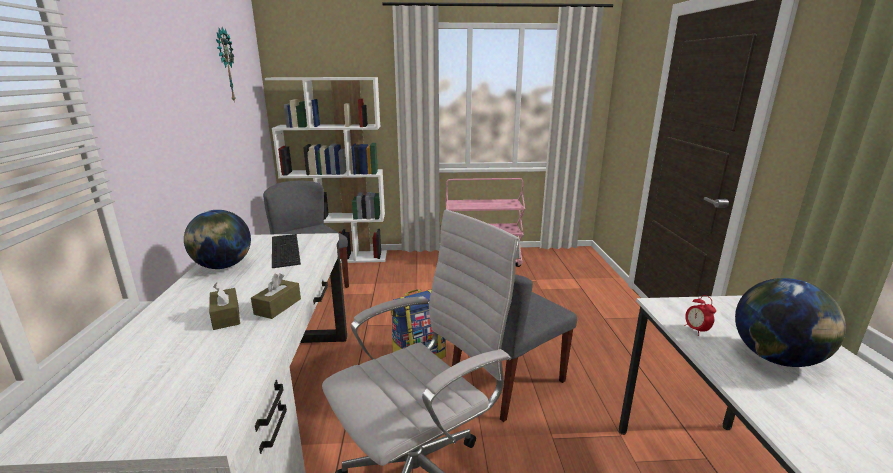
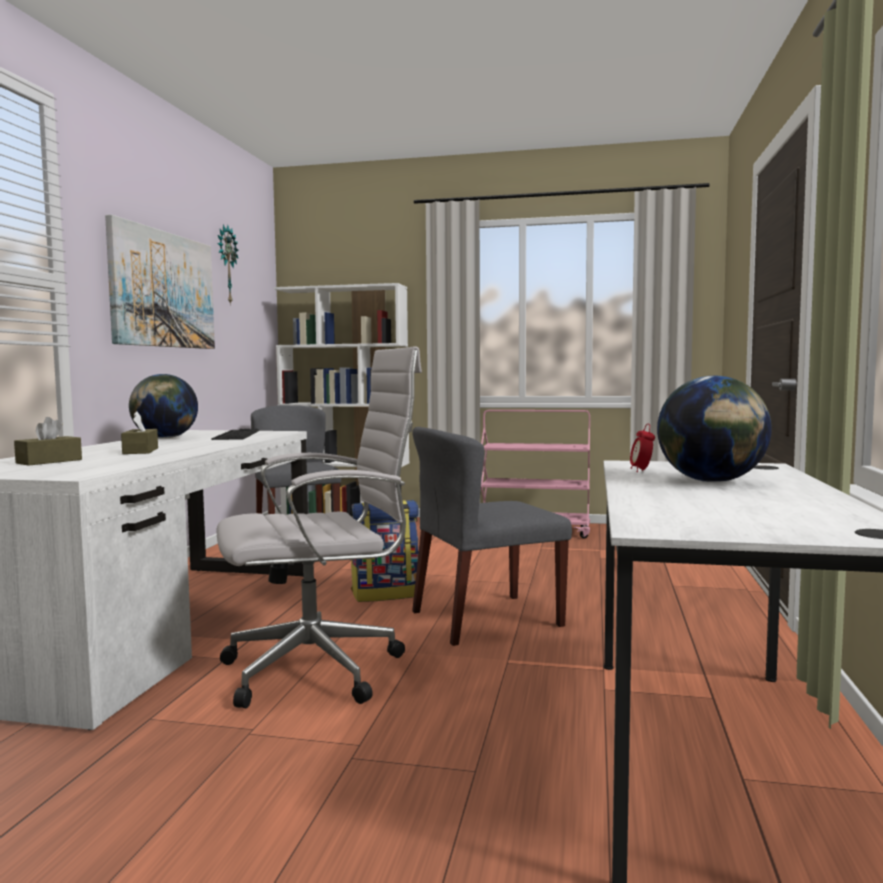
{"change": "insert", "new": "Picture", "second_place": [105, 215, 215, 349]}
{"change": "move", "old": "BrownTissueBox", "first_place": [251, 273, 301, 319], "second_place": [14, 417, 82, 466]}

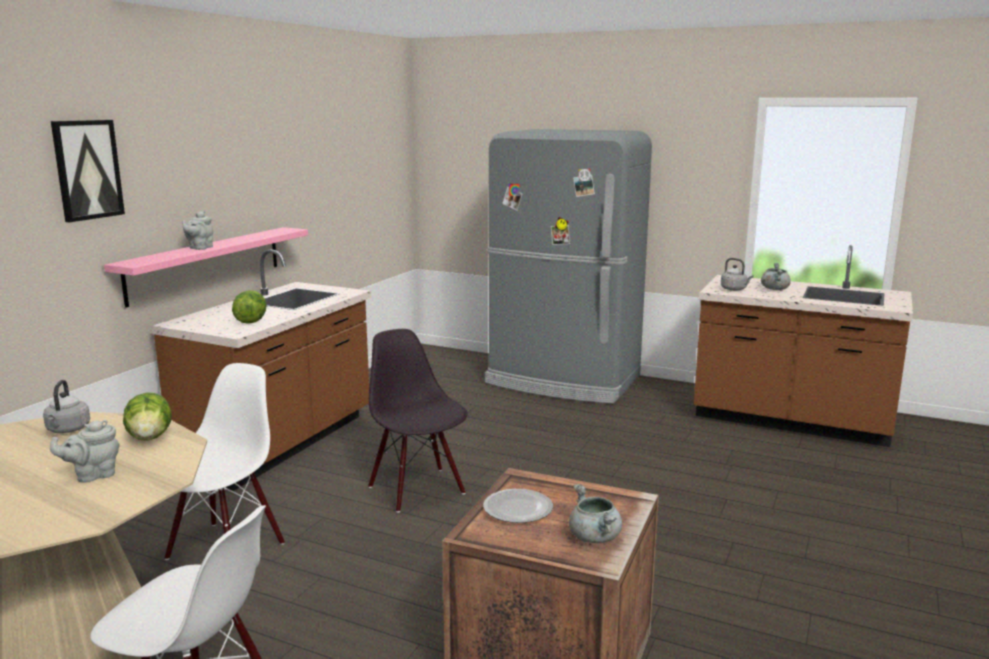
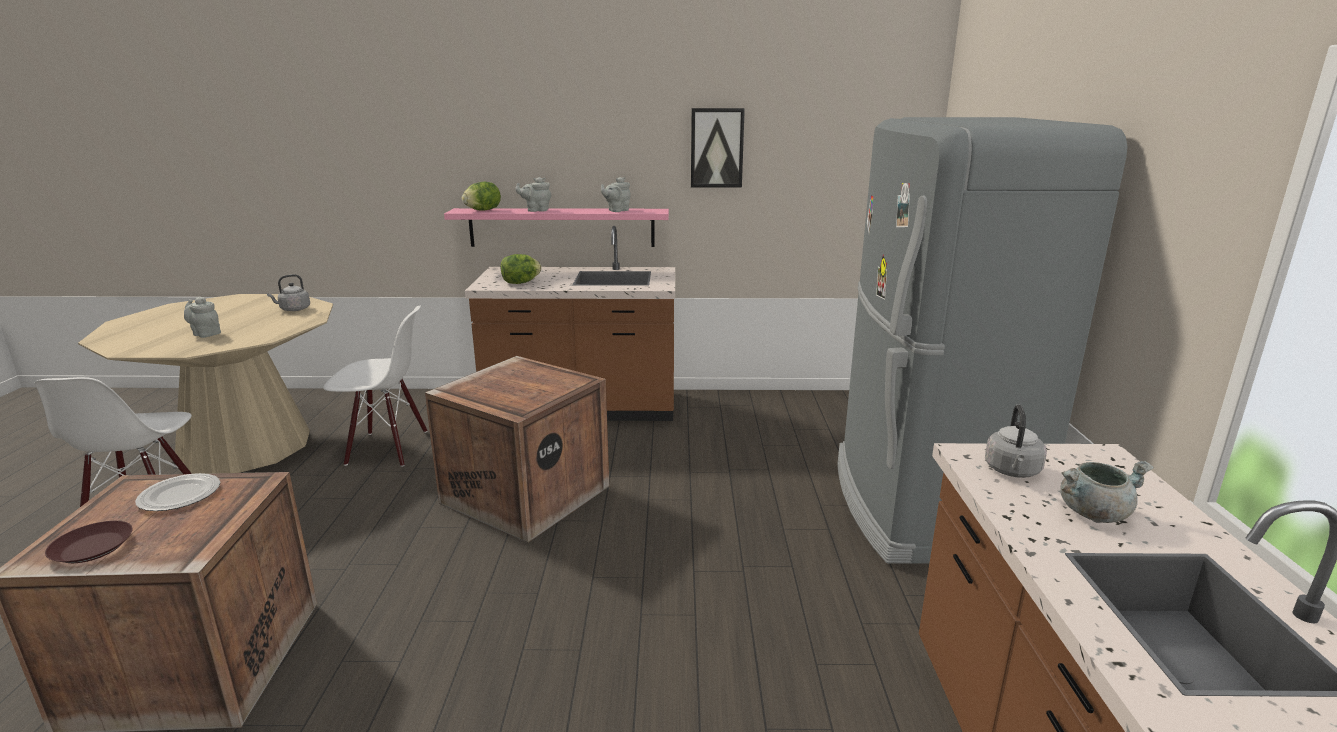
{"change": "insert", "new": "GreyTeapot", "second_place": [601, 177, 631, 212]}
{"change": "move", "old": "Picture", "first_place": [51, 120, 125, 222], "second_place": [691, 108, 745, 187]}
{"change": "move", "old": "Lettuce", "first_place": [123, 393, 172, 440], "second_place": [462, 182, 501, 211]}
{"change": "replace", "old": "BlackChair", "new": "Crate", "first_place": [368, 329, 468, 513], "second_place": [425, 356, 609, 543]}
{"change": "replace", "old": "GreyCookingPot", "new": "BrownPlate", "first_place": [569, 484, 622, 543], "second_place": [45, 521, 133, 563]}

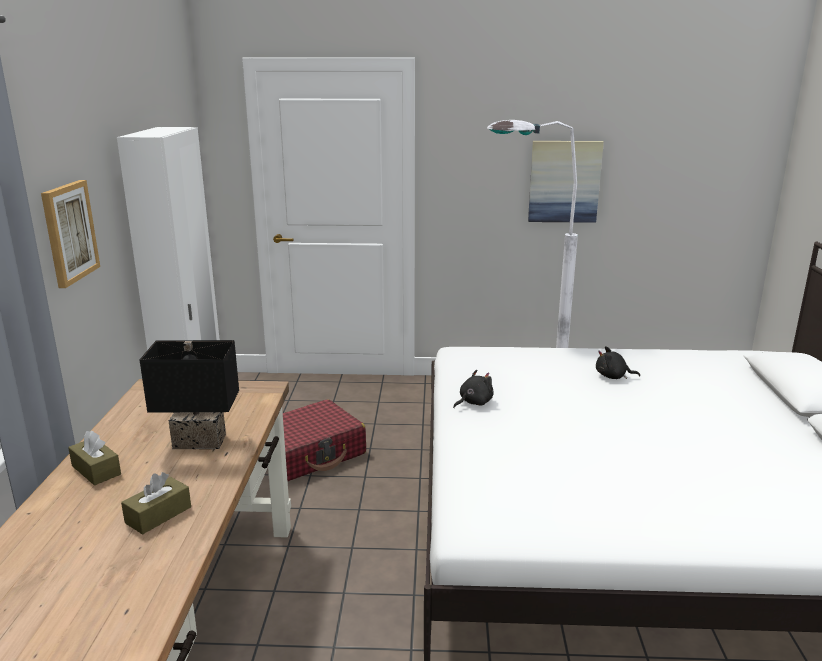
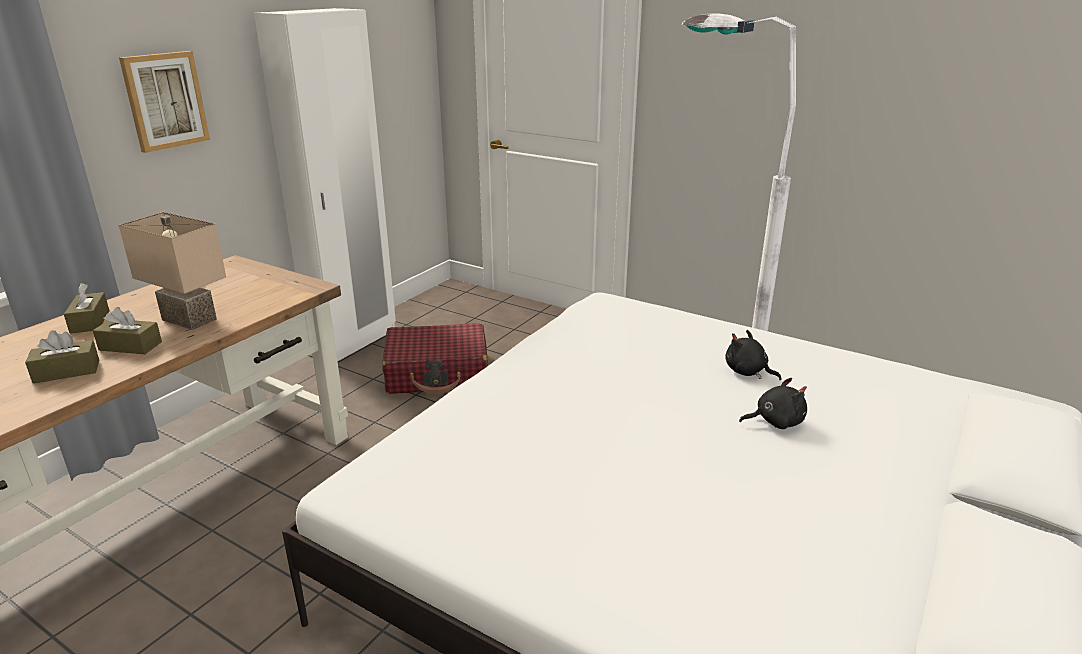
{"change": "delete", "old": "Picture", "first_place": [528, 141, 604, 223]}
{"change": "insert", "new": "BrownTissueBox", "second_place": [93, 307, 162, 354]}
{"change": "move", "old": "BlackPlushToy", "first_place": [453, 370, 493, 408], "second_place": [739, 378, 807, 429]}
{"change": "recolor", "old": "BlackTableLamp", "new": "BeigeTableLamp", "first_place": [140, 340, 239, 449], "second_place": [119, 212, 226, 330]}

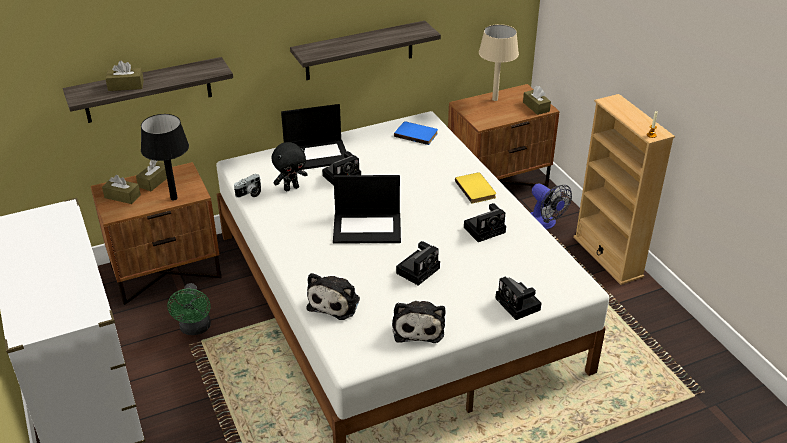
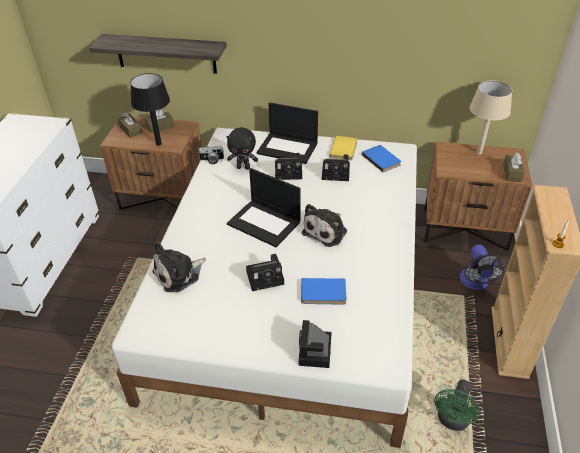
{"change": "delete", "old": "BrownTissueBox", "first_place": [105, 61, 144, 91]}
{"change": "delete", "old": "Shelf", "first_place": [290, 21, 441, 80]}
{"change": "insert", "new": "BlueBook", "second_place": [301, 278, 346, 305]}
{"change": "move", "old": "GreenFan", "first_place": [167, 283, 211, 335], "second_place": [434, 380, 480, 431]}
{"change": "move", "old": "PlushToy", "first_place": [392, 301, 445, 343], "second_place": [302, 204, 347, 247]}
{"change": "move", "old": "YellowBook", "first_place": [455, 172, 496, 204], "second_place": [329, 136, 357, 161]}
{"change": "move", "old": "PhotoCamera", "first_place": [464, 203, 506, 242], "second_place": [322, 154, 350, 181]}

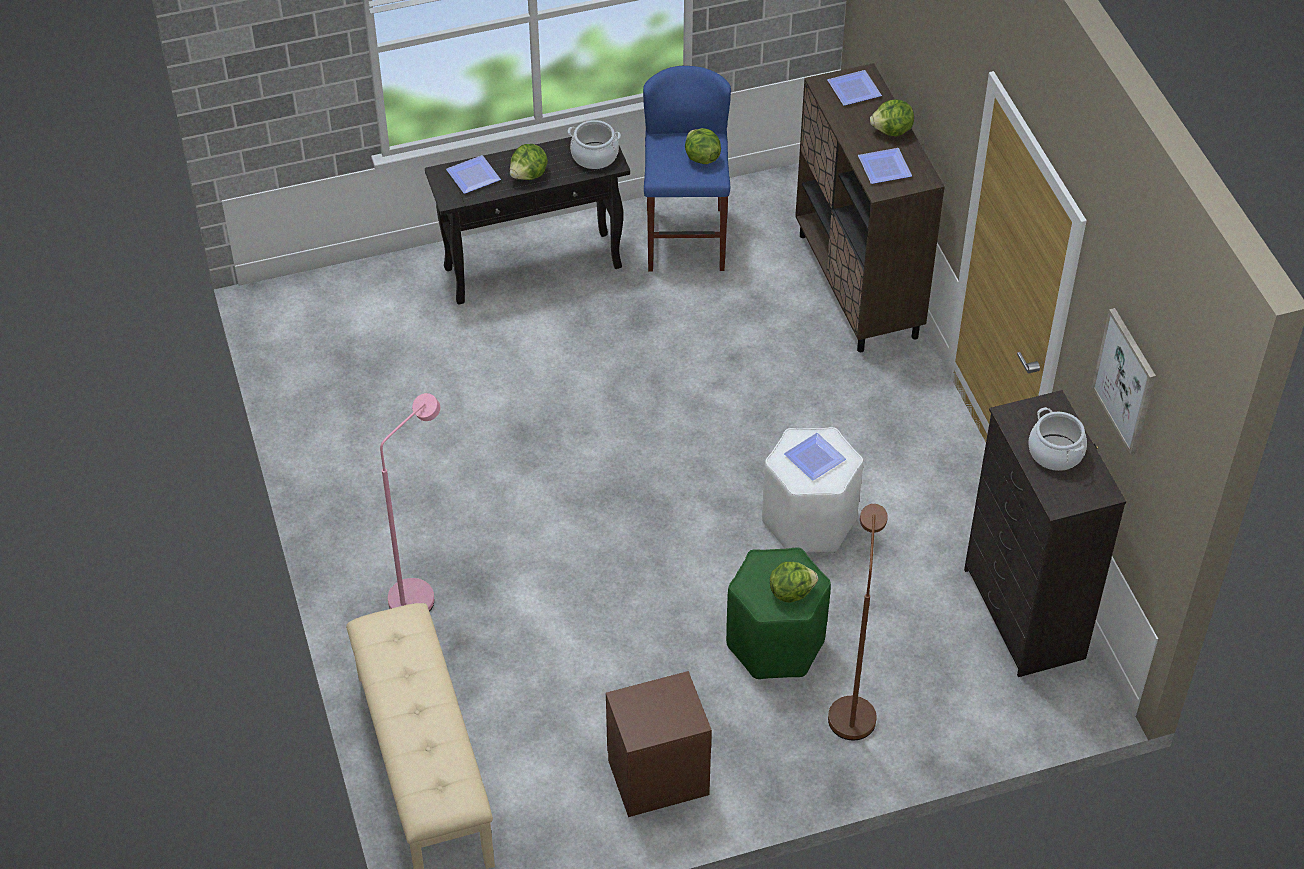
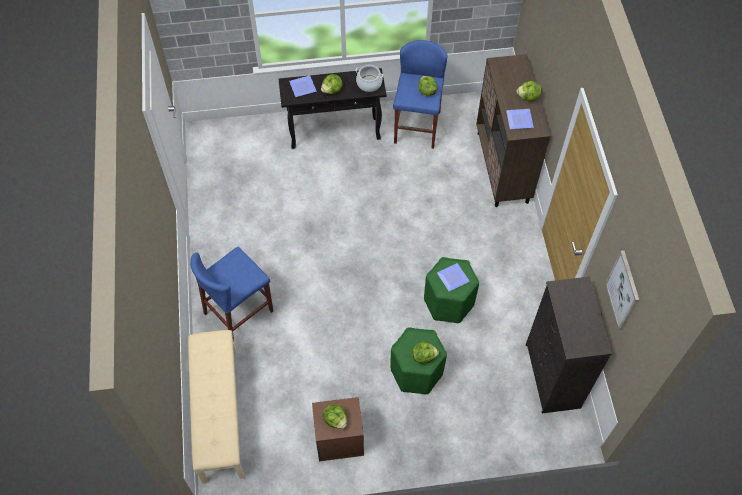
{"change": "delete", "old": "Plate", "first_place": [827, 70, 882, 106]}
{"change": "delete", "old": "BrownFloorLamp", "first_place": [828, 504, 888, 740]}
{"change": "delete", "old": "CookingPot", "first_place": [1028, 407, 1087, 471]}
{"change": "insert", "new": "Lettuce", "second_place": [323, 404, 347, 429]}
{"change": "replace", "old": "PinkFloorLamp", "new": "BlueStool", "first_place": [380, 393, 440, 612], "second_place": [190, 247, 273, 340]}
{"change": "recolor", "old": "WhiteStool", "new": "GreenStool", "first_place": [762, 427, 863, 553], "second_place": [424, 257, 479, 323]}

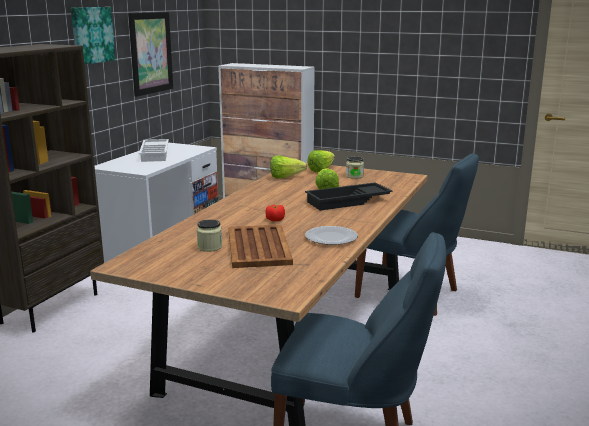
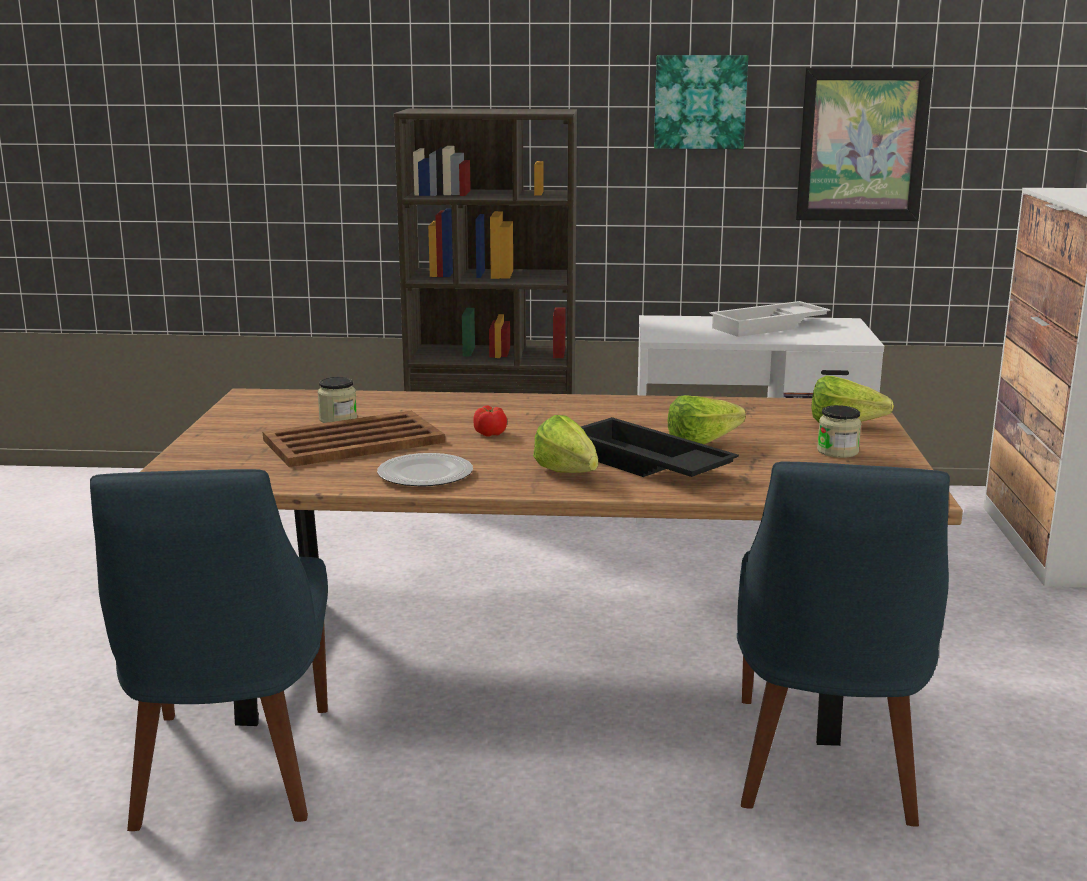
{"change": "move", "old": "Lettuce", "first_place": [270, 155, 307, 178], "second_place": [533, 415, 598, 473]}

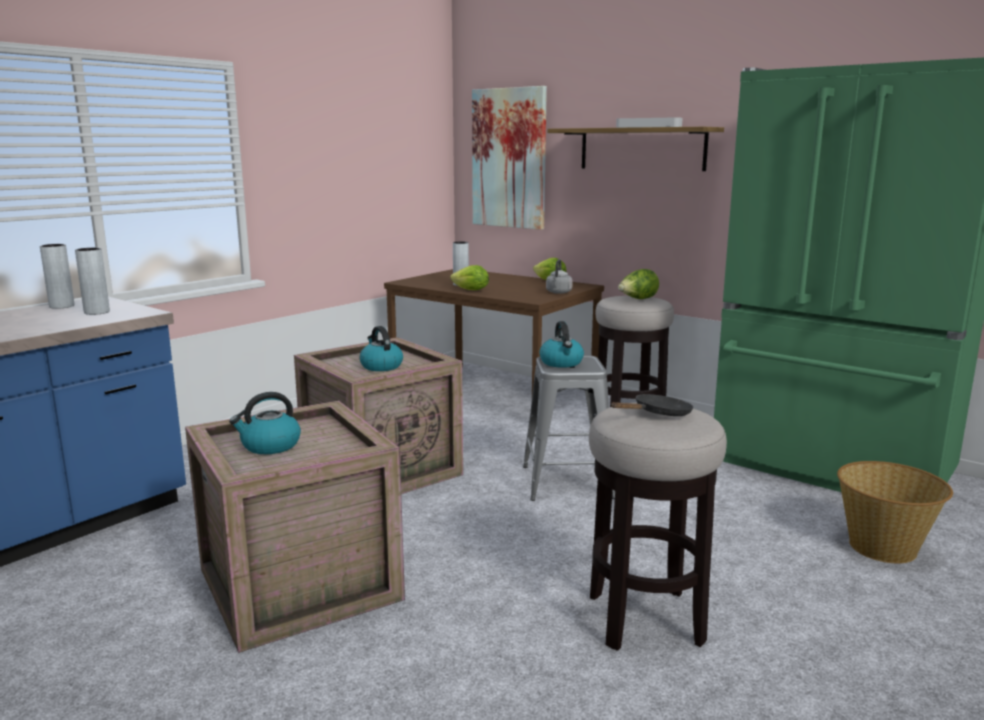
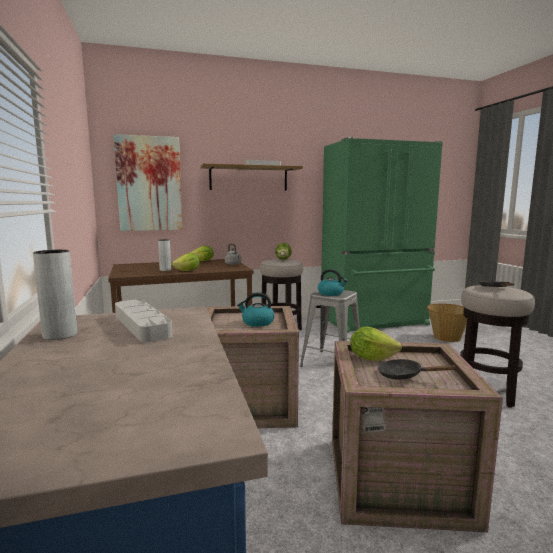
{"change": "insert", "new": "Lettuce", "second_place": [350, 327, 402, 361]}
{"change": "replace", "old": "GreyVase", "new": "GreyTray", "first_place": [75, 248, 110, 315], "second_place": [115, 299, 172, 342]}
{"change": "replace", "old": "Kettle", "new": "BlackFryingPan", "first_place": [229, 392, 301, 454], "second_place": [378, 359, 457, 380]}

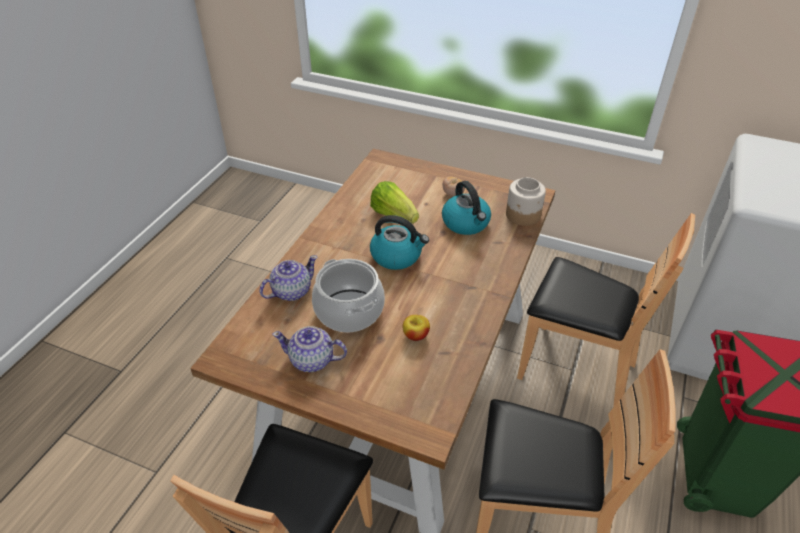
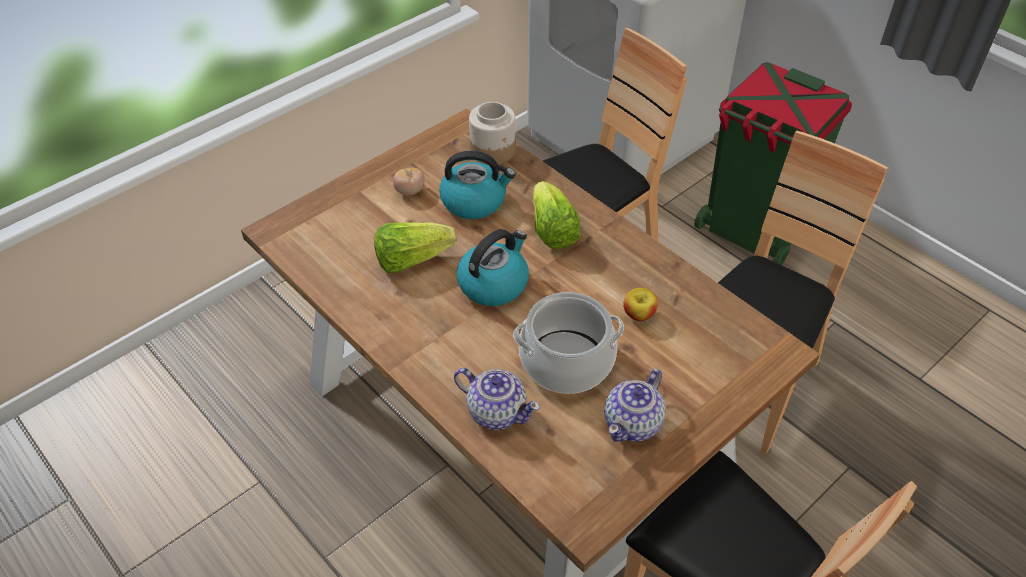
{"change": "insert", "new": "Lettuce", "second_place": [533, 181, 581, 249]}
{"change": "rotate", "old": "Teapot", "first_place": [259, 255, 318, 301], "second_place": [454, 368, 540, 430], "degrees": 135}

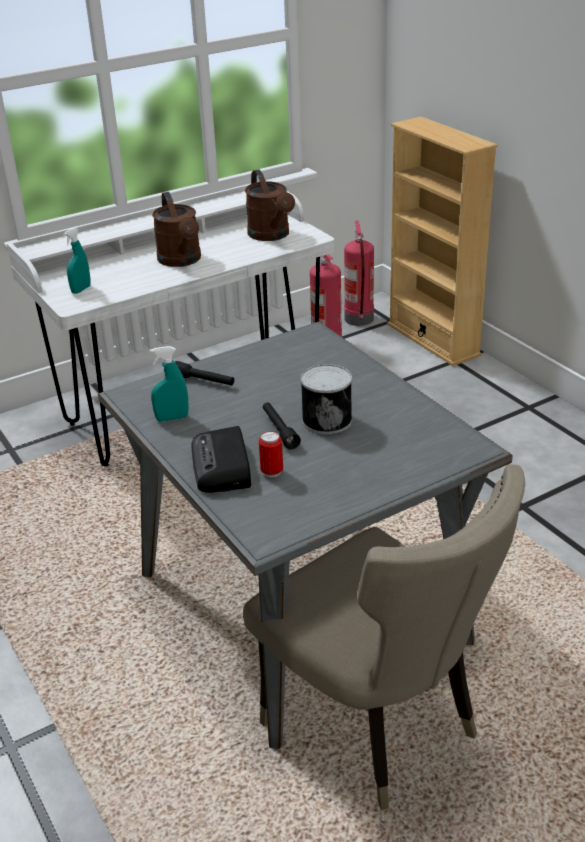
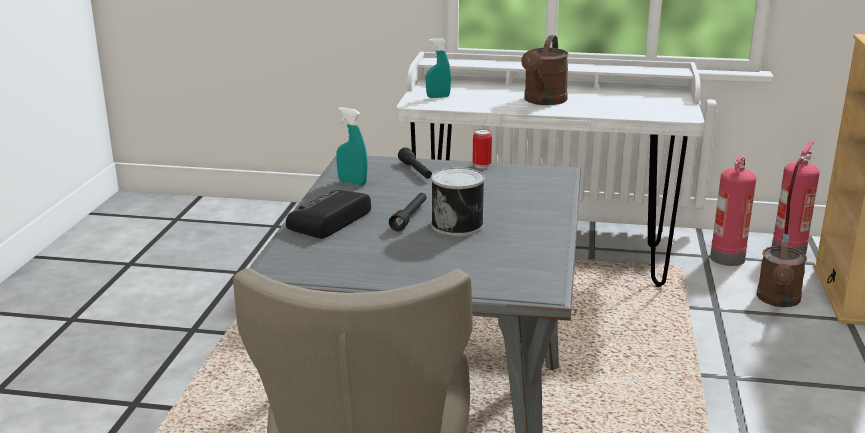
{"change": "move", "old": "BrownWateringCan", "first_place": [245, 170, 295, 241], "second_place": [757, 234, 807, 307]}
{"change": "move", "old": "Can", "first_place": [259, 431, 283, 478], "second_place": [472, 129, 492, 169]}

